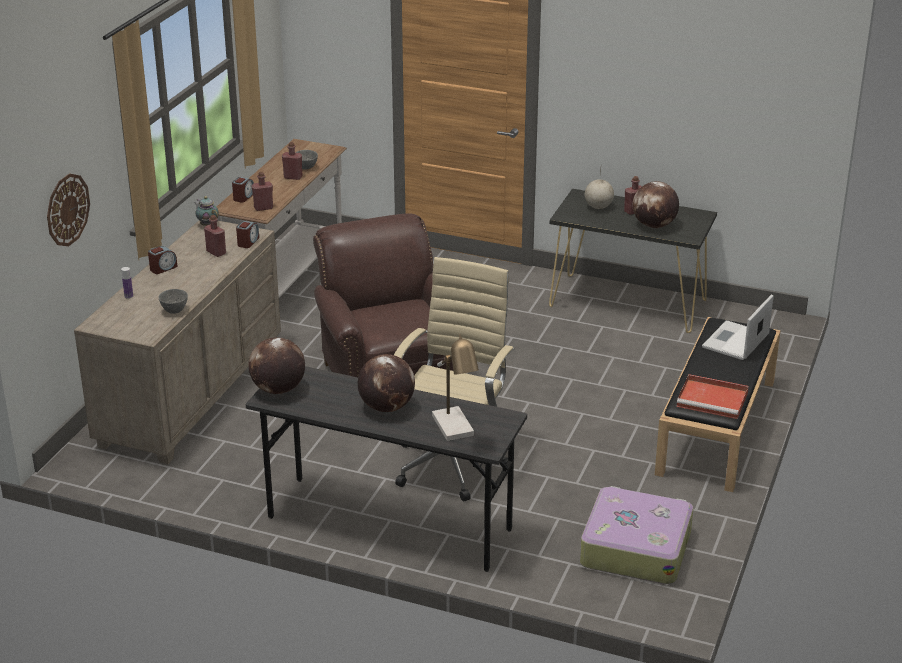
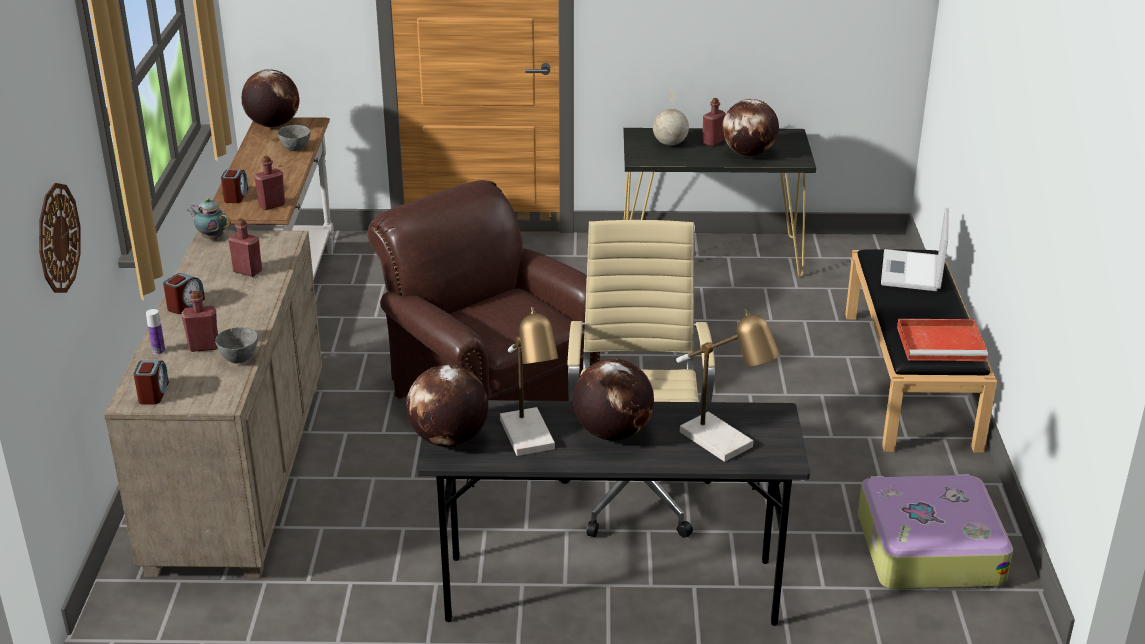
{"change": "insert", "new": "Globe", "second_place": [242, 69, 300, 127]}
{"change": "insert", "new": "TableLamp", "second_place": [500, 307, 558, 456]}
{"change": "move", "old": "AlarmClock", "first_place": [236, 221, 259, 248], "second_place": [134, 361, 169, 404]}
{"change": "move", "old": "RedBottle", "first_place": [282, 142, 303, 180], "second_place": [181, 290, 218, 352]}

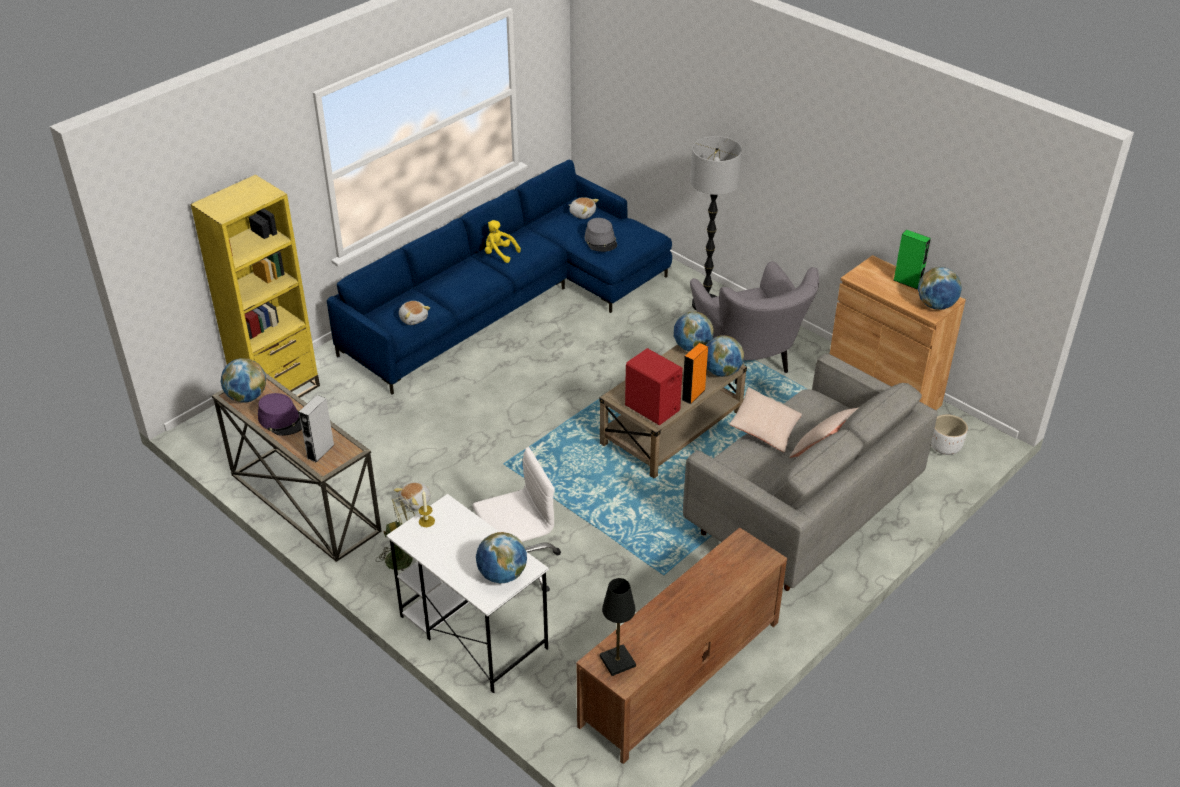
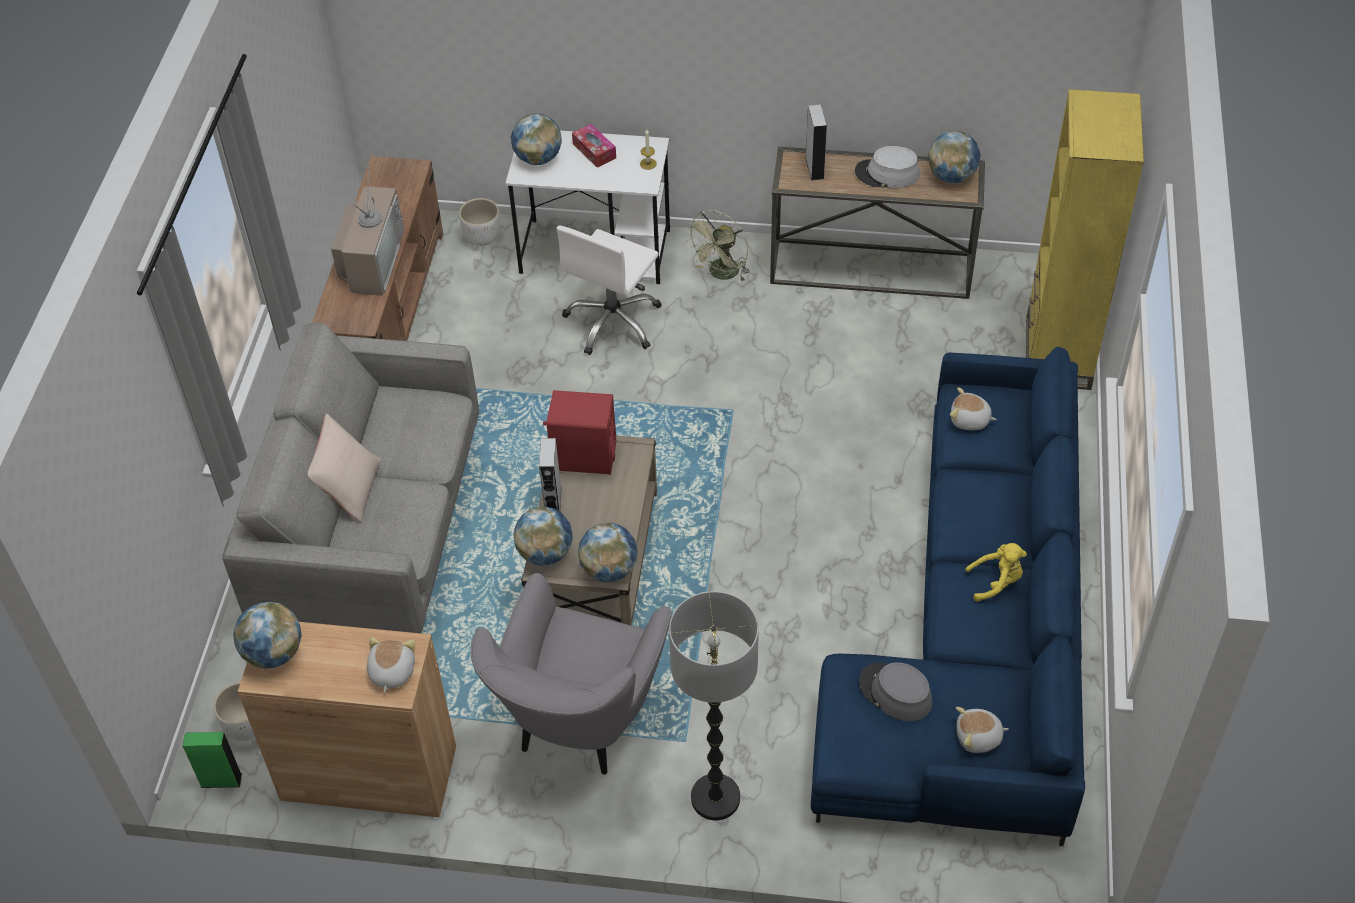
{"change": "delete", "old": "BlackTableLamp", "first_place": [600, 578, 636, 676]}
{"change": "delete", "old": "BeigePillow", "first_place": [729, 387, 802, 452]}
{"change": "insert", "new": "Television", "second_place": [331, 162, 404, 296]}
{"change": "insert", "new": "WhitePlanter", "second_place": [459, 198, 501, 246]}
{"change": "insert", "new": "TissueBox", "second_place": [572, 124, 616, 168]}
{"change": "move", "old": "PlushToy", "first_place": [394, 482, 431, 510], "second_place": [367, 637, 415, 693]}
{"change": "move", "old": "GreenSpeaker", "first_place": [893, 230, 931, 290], "second_place": [183, 732, 242, 788]}
{"change": "recolor", "old": "PurpleHat", "new": "GreyHat", "first_place": [258, 393, 302, 436], "second_place": [855, 146, 920, 188]}
{"change": "recolor", "old": "OrangeSpeaker", "new": "GreySpeaker", "first_place": [682, 343, 708, 404], "second_place": [539, 438, 562, 511]}
{"change": "rotate", "old": "GreyArmchair", "first_place": [690, 261, 819, 385], "second_place": [471, 573, 672, 775], "degrees": -105}

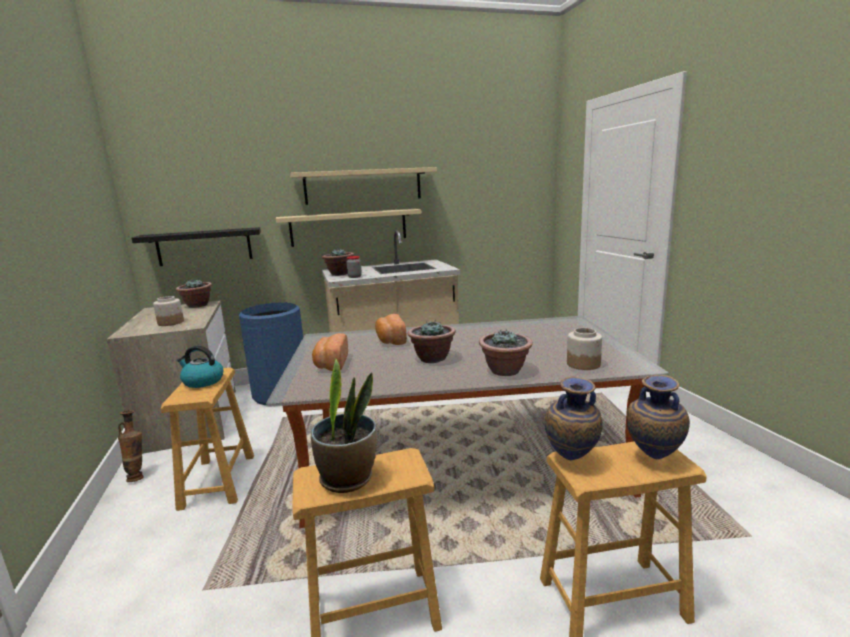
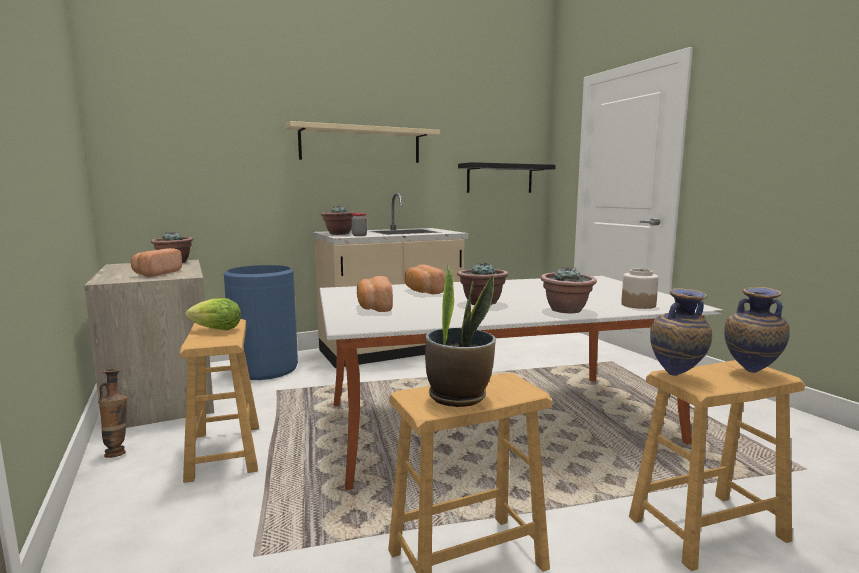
{"change": "delete", "old": "BeigeShelf", "first_place": [276, 209, 421, 247]}
{"change": "move", "old": "BlackShelf", "first_place": [132, 227, 261, 266], "second_place": [458, 162, 556, 193]}
{"change": "replace", "old": "Jar", "new": "Bread", "first_place": [153, 296, 184, 326], "second_place": [131, 248, 182, 277]}
{"change": "replace", "old": "Kettle", "new": "Lettuce", "first_place": [177, 346, 223, 388], "second_place": [185, 298, 241, 330]}

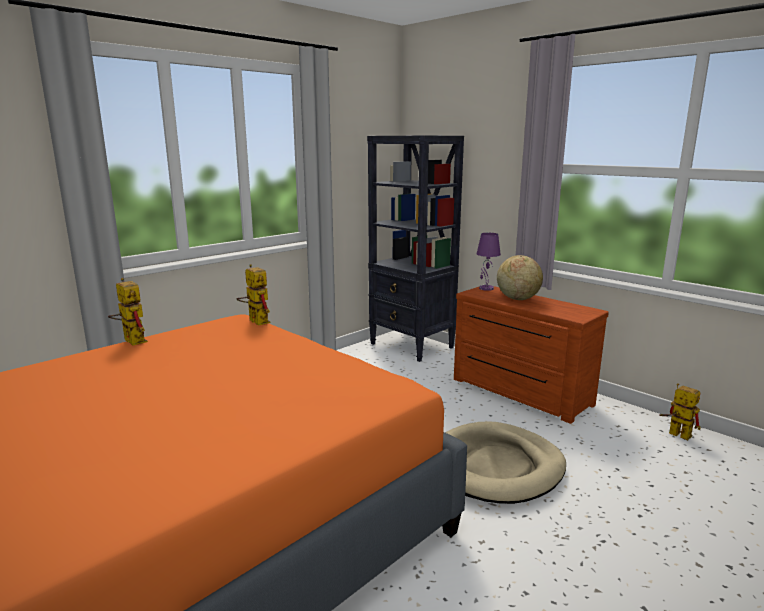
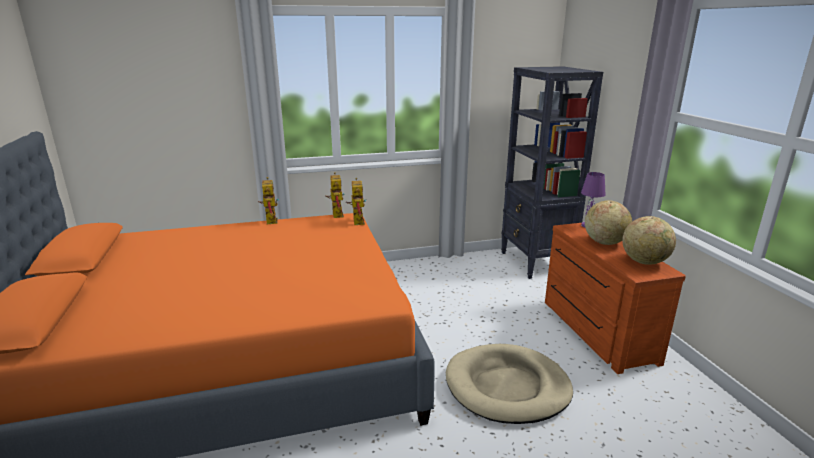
{"change": "insert", "new": "Globe", "second_place": [622, 216, 676, 265]}
{"change": "move", "old": "ToyRobot", "first_place": [659, 383, 701, 441], "second_place": [325, 172, 345, 218]}

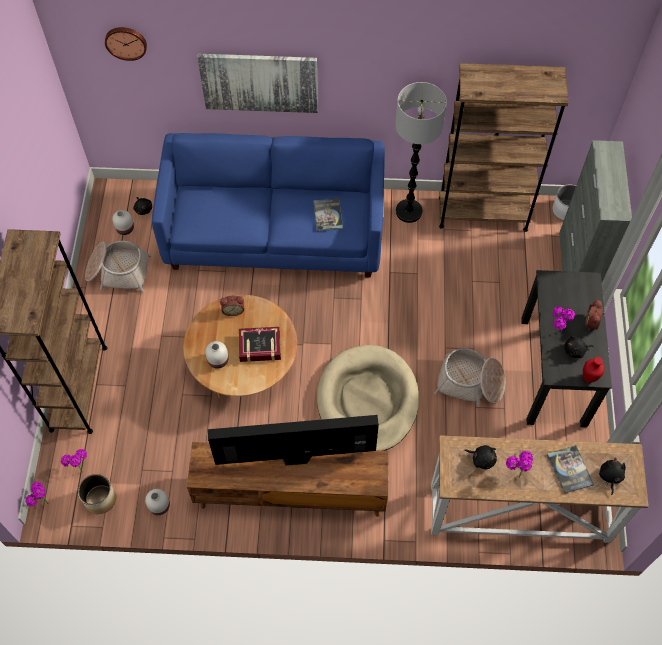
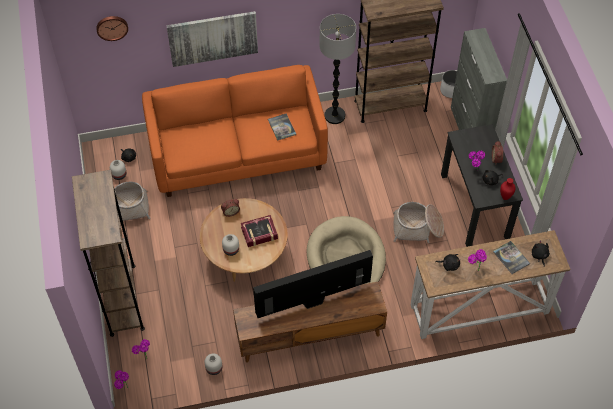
{"change": "delete", "old": "Planter", "first_place": [78, 474, 116, 514]}
{"change": "recolor", "old": "BlueSofa", "new": "OrangeSofa", "first_place": [152, 133, 385, 278], "second_place": [142, 65, 328, 197]}

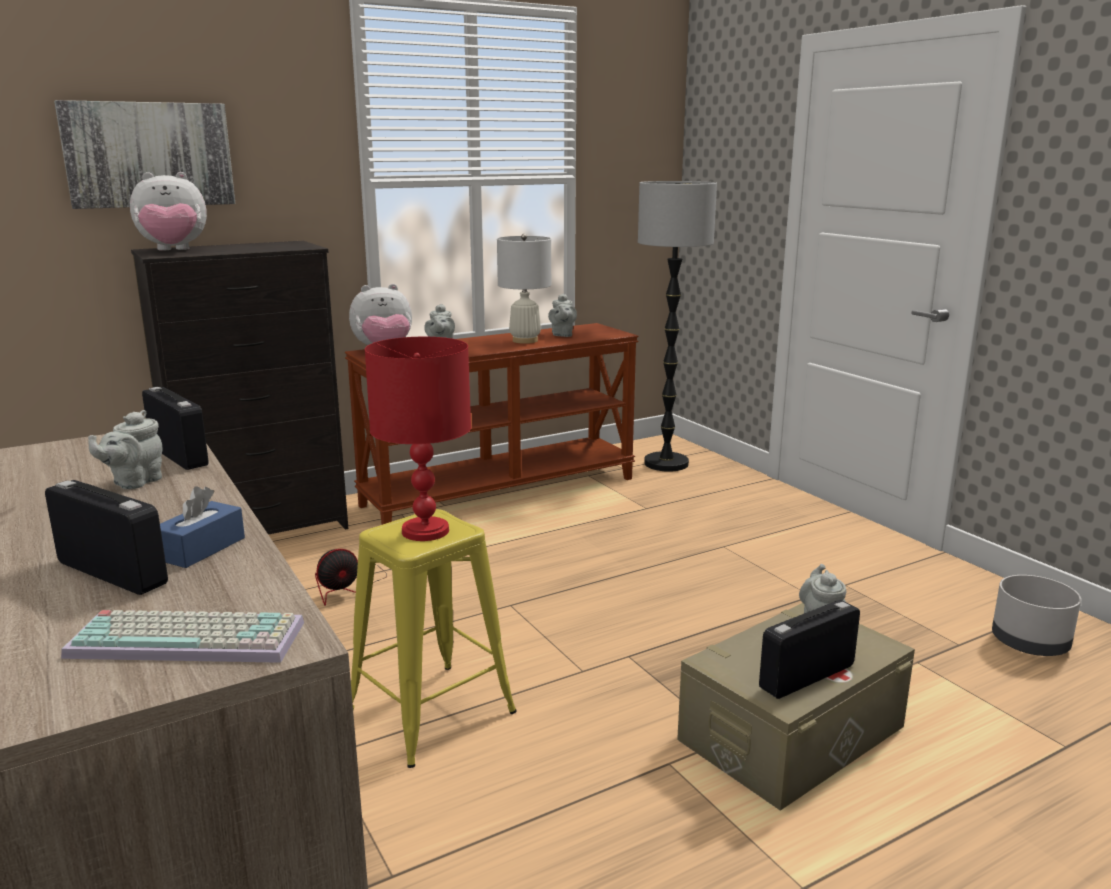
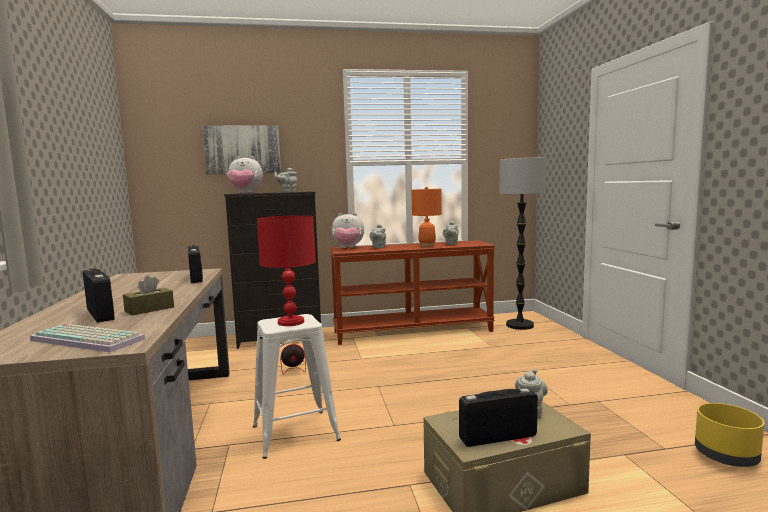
{"change": "move", "old": "GreyTeapot", "first_place": [88, 410, 162, 489], "second_place": [274, 168, 297, 192]}
{"change": "recolor", "old": "BlueTissueBox", "new": "BrownTissueBox", "first_place": [160, 486, 245, 568], "second_place": [123, 276, 174, 315]}
{"change": "recolor", "old": "YellowStool", "new": "WhiteStool", "first_place": [351, 509, 517, 768], "second_place": [253, 314, 341, 459]}
{"change": "recolor", "old": "WhiteTableLamp", "new": "OrangeTableLamp", "first_place": [497, 234, 551, 344], "second_place": [412, 187, 442, 247]}
{"change": "recolor", "old": "GreyPlanter", "new": "YellowPlanter", "first_place": [992, 575, 1081, 656], "second_place": [695, 403, 764, 467]}

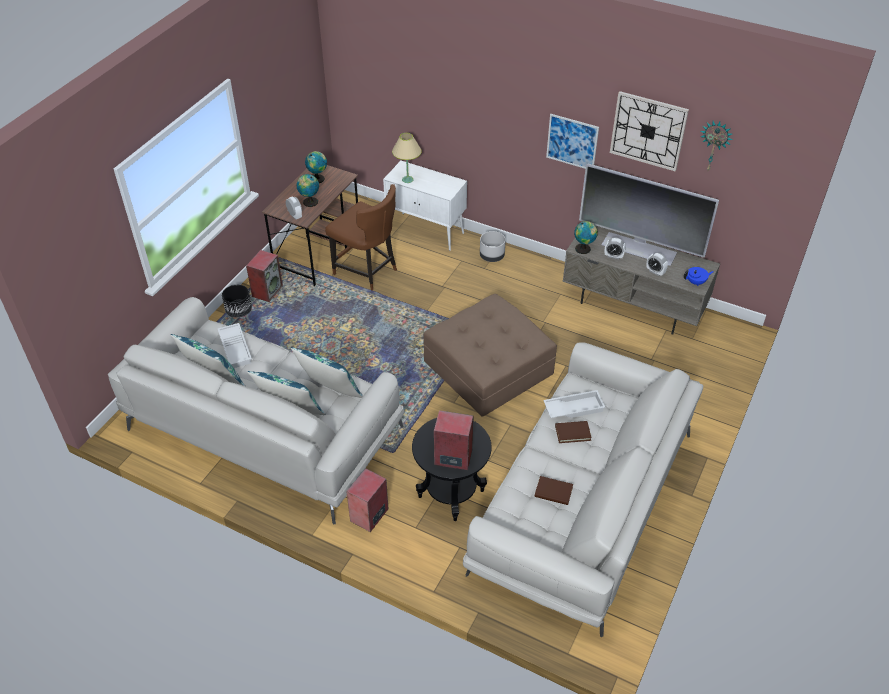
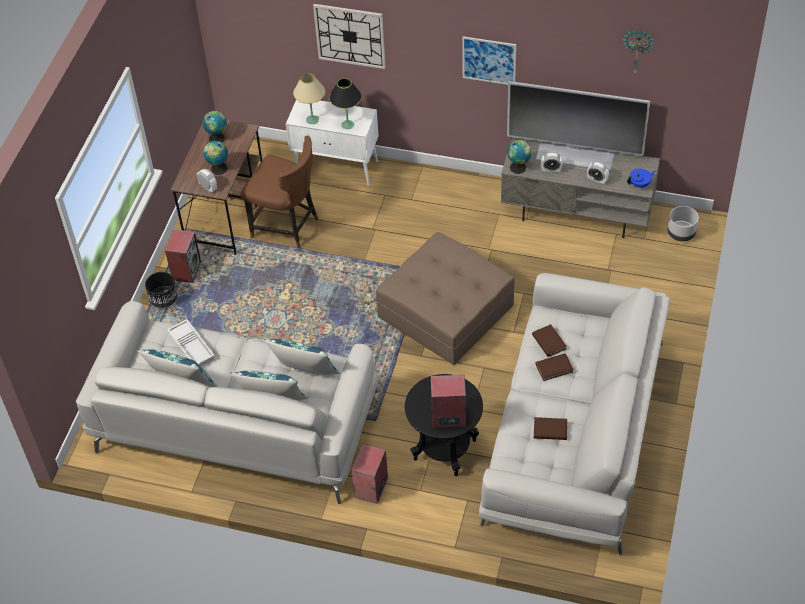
{"change": "insert", "new": "BlackTableLamp", "second_place": [329, 78, 362, 129]}
{"change": "move", "old": "GreyPlanter", "first_place": [480, 231, 506, 262], "second_place": [667, 206, 699, 241]}
{"change": "move", "old": "WallClock", "first_place": [610, 91, 689, 171], "second_place": [313, 4, 386, 69]}
{"change": "replace", "old": "WhiteTray", "new": "BrownBook", "first_place": [543, 390, 605, 418], "second_place": [532, 324, 567, 357]}

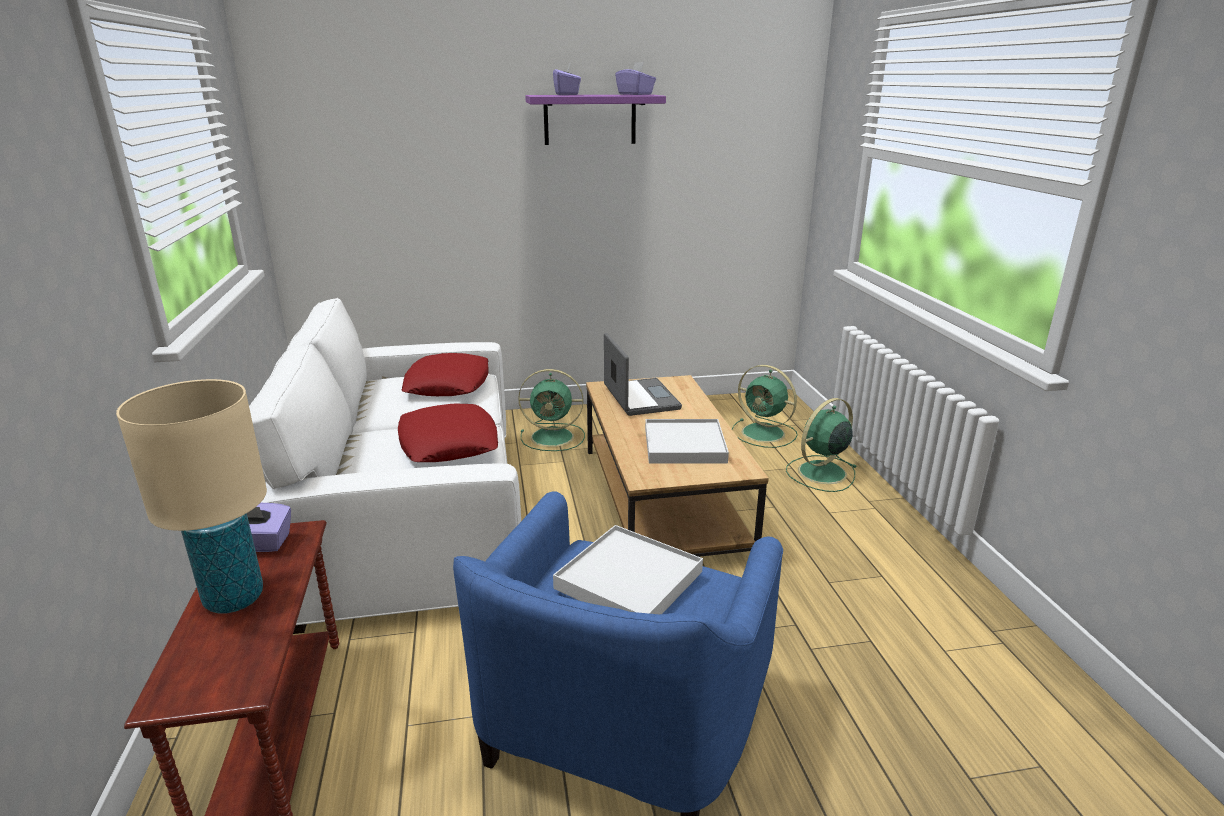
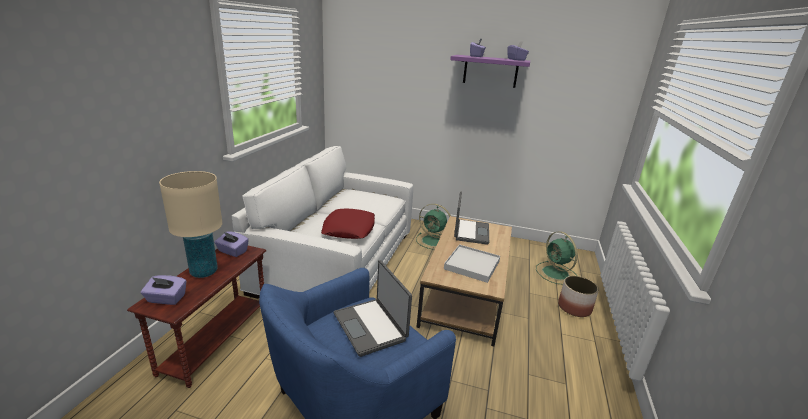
{"change": "delete", "old": "RedPillow", "first_place": [402, 353, 489, 396]}
{"change": "insert", "new": "PurpleTissueBox", "second_place": [141, 275, 186, 305]}
{"change": "replace", "old": "WhiteTray", "new": "Laptop", "first_place": [553, 525, 703, 614], "second_place": [334, 260, 412, 357]}
{"change": "replace", "old": "GreenFan", "new": "Planter", "first_place": [786, 398, 857, 492], "second_place": [558, 276, 599, 317]}

